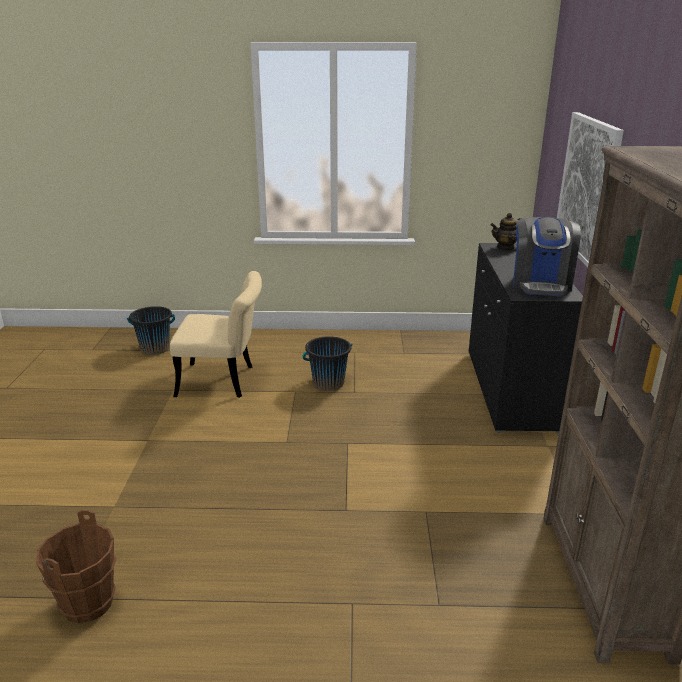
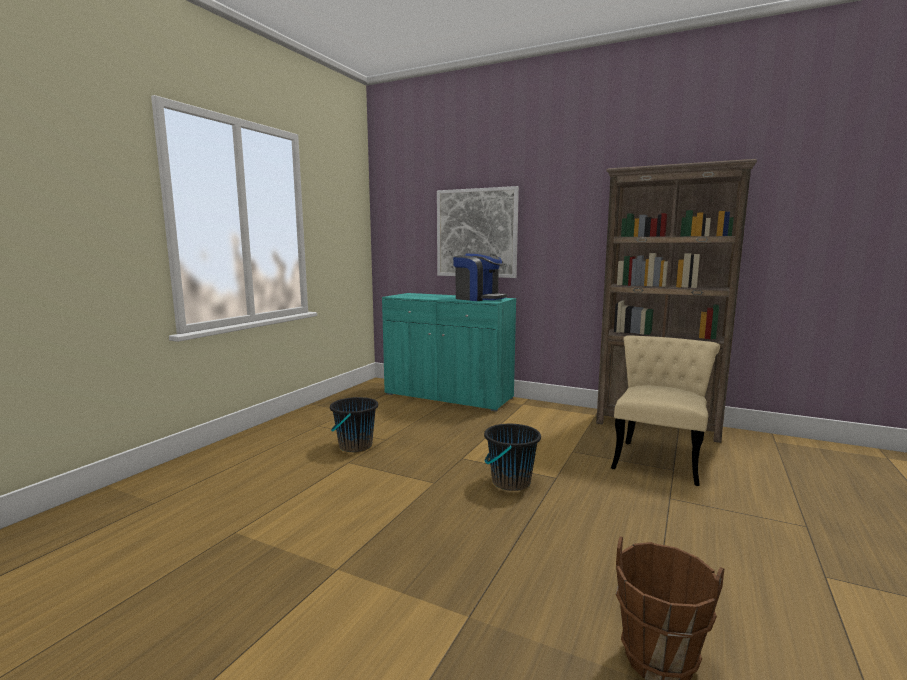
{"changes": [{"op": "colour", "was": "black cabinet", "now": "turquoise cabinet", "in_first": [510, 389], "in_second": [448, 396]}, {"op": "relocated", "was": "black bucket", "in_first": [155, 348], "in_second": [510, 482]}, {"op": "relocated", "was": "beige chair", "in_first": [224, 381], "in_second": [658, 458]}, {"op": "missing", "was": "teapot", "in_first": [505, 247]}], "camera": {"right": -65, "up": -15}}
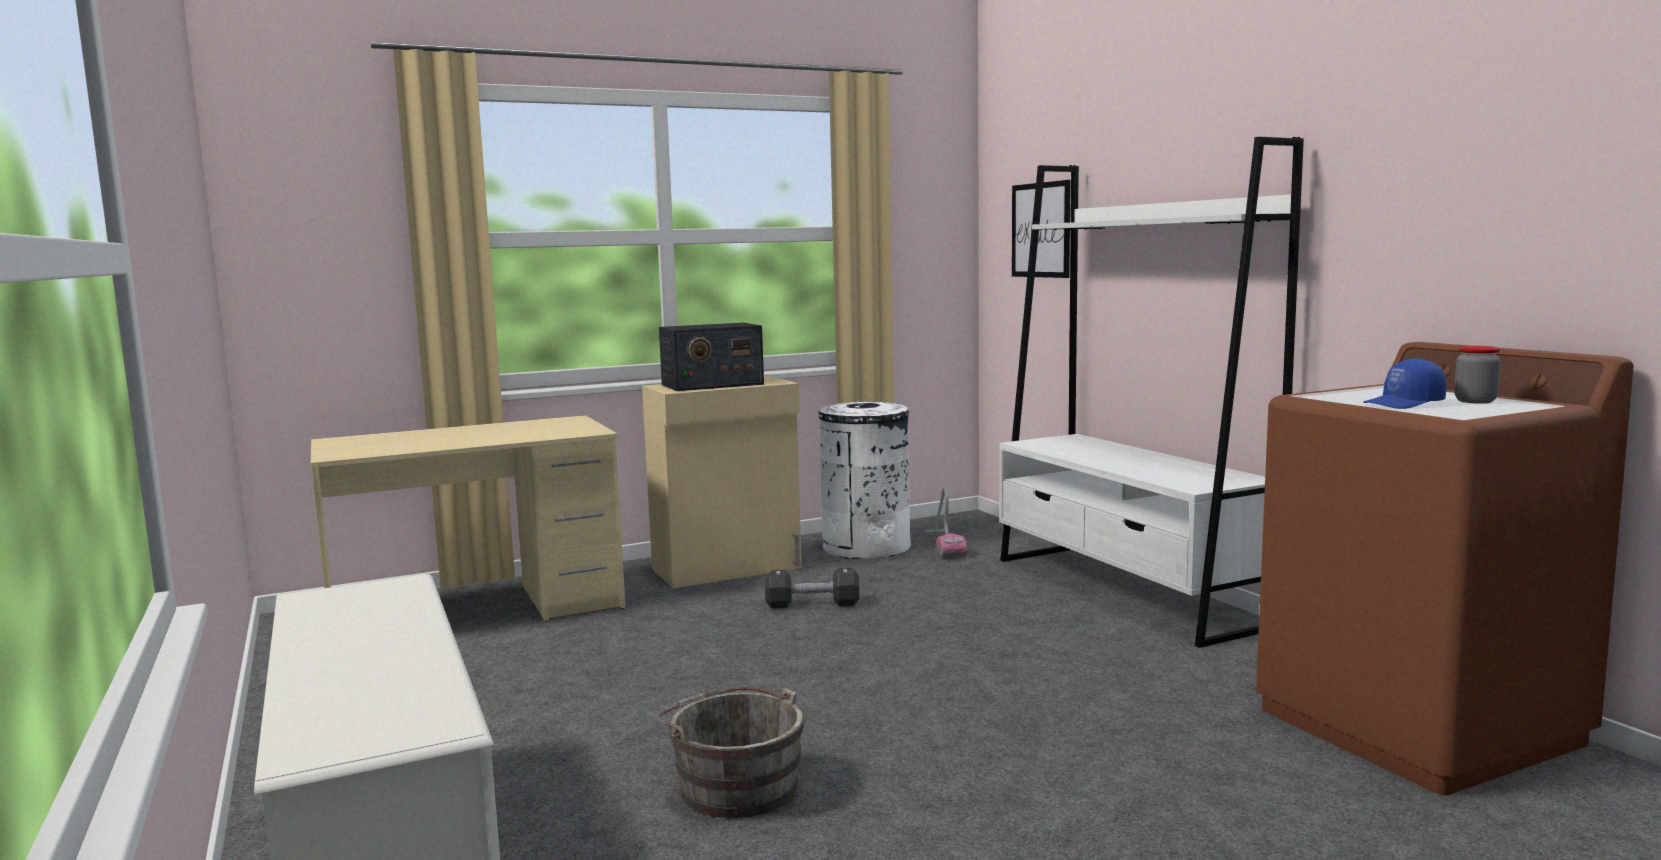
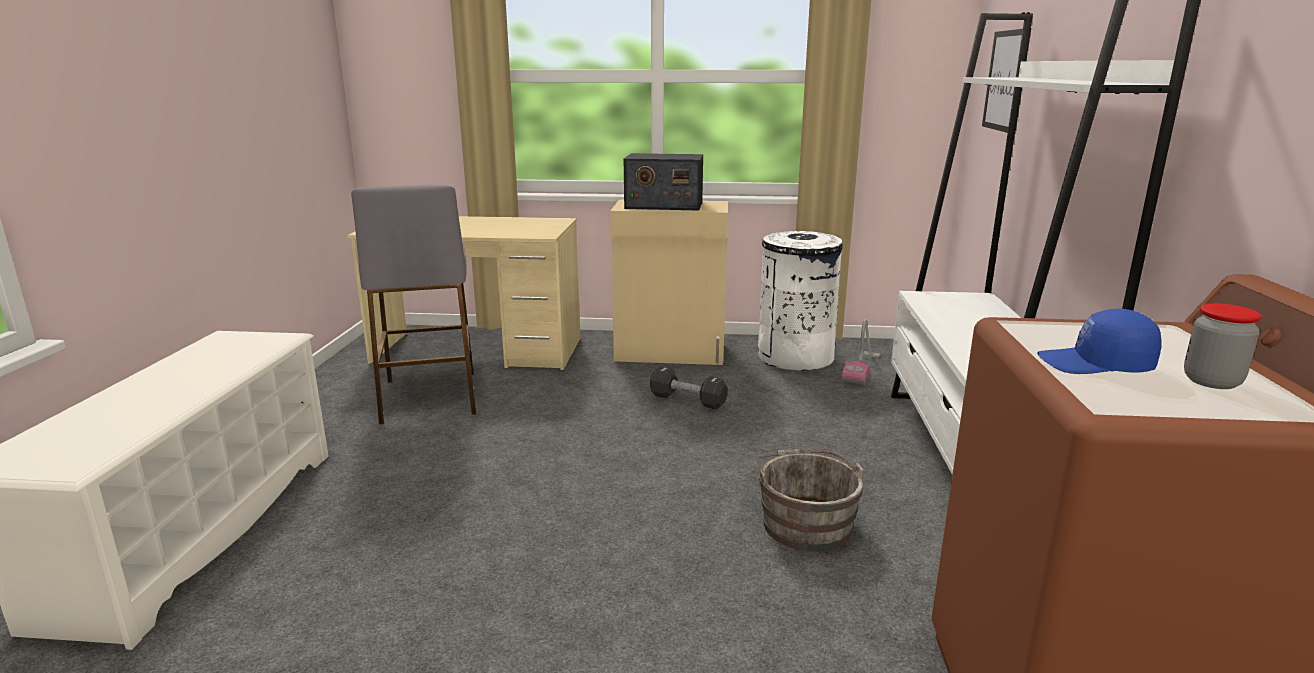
{"changes": [{"op": "appeared", "now": "grey stool", "in_second": [429, 397]}, {"op": "relocated", "was": "grey bucket", "in_first": [734, 785], "in_second": [805, 522]}], "camera": {"right": 30, "up": 10}}
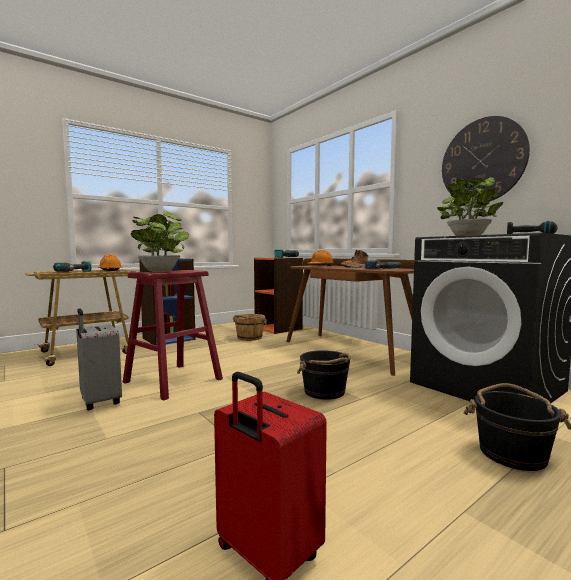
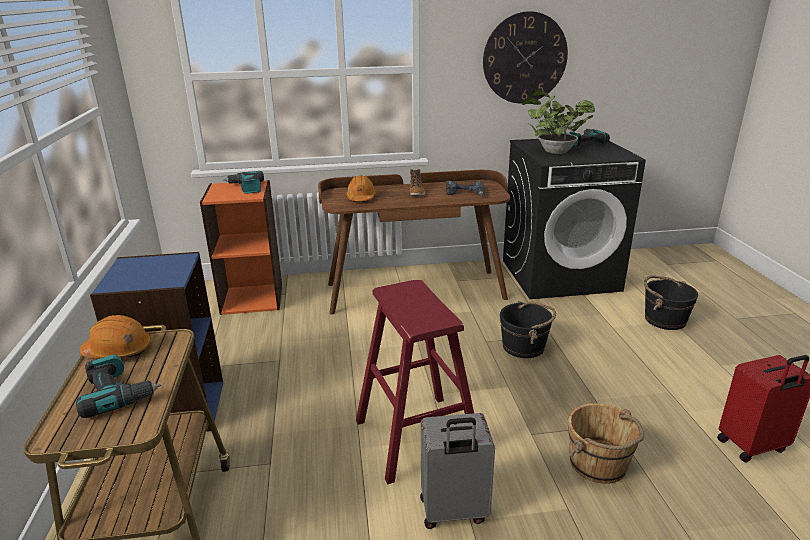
{"changes": [{"op": "relocated", "was": "brown bucket", "in_first": [249, 337], "in_second": [598, 464]}, {"op": "missing", "was": "potted plant", "in_first": [161, 271]}], "camera": {"right": -60, "up": 20}}
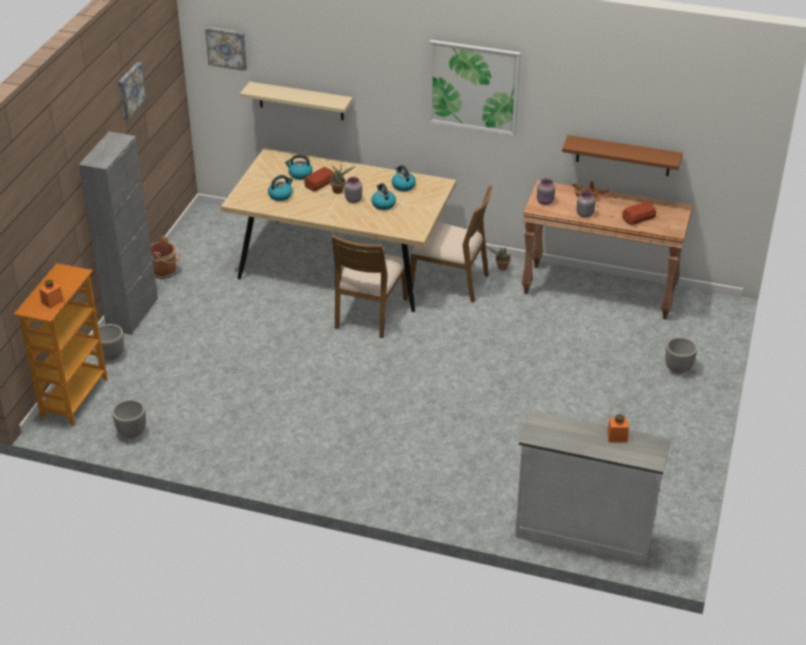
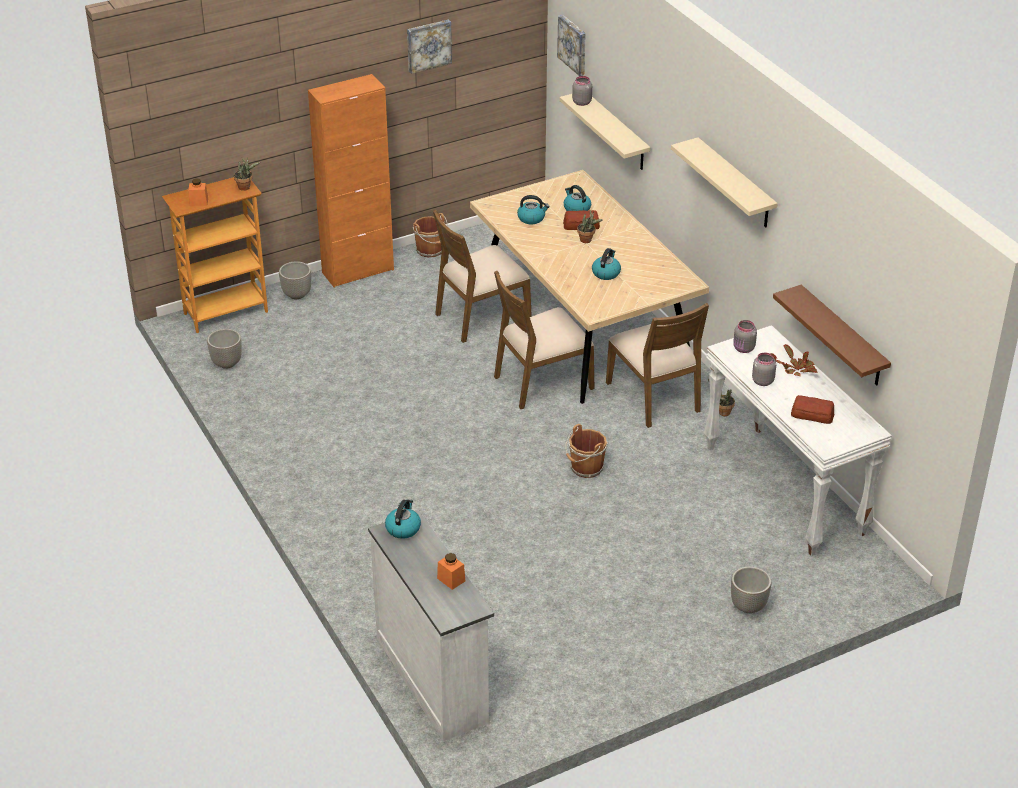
{"changes": [{"op": "appeared", "now": "potted plant", "in_second": [246, 187]}, {"op": "colour", "was": "grey cabinet", "now": "orange cabinet", "in_first": [132, 314], "in_second": [358, 271]}, {"op": "relocated", "was": "kettle", "in_first": [403, 186], "in_second": [403, 528]}, {"op": "appeared", "now": "brown chair", "in_second": [481, 316]}, {"op": "appeared", "now": "brown bucket", "in_second": [585, 468]}, {"op": "relocated", "was": "grey jar", "in_first": [353, 199], "in_second": [581, 102]}, {"op": "exchanged", "was": "picture", "now": "beige shelf", "in_first": [473, 87], "in_second": [735, 184]}, {"op": "colour", "was": "brown console table", "now": "white console table", "in_first": [599, 291], "in_second": [785, 490]}], "camera": {"right": 45, "up": 0}}
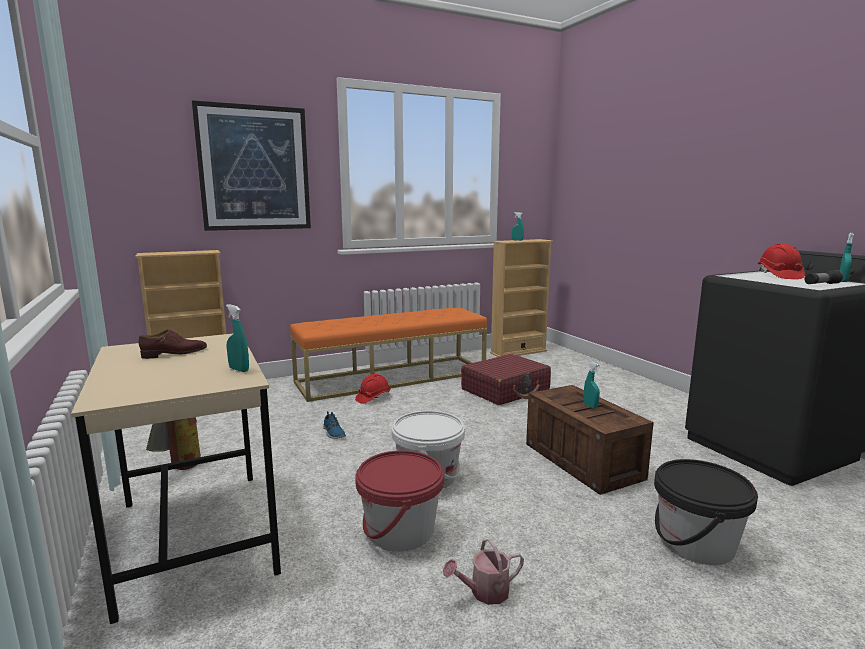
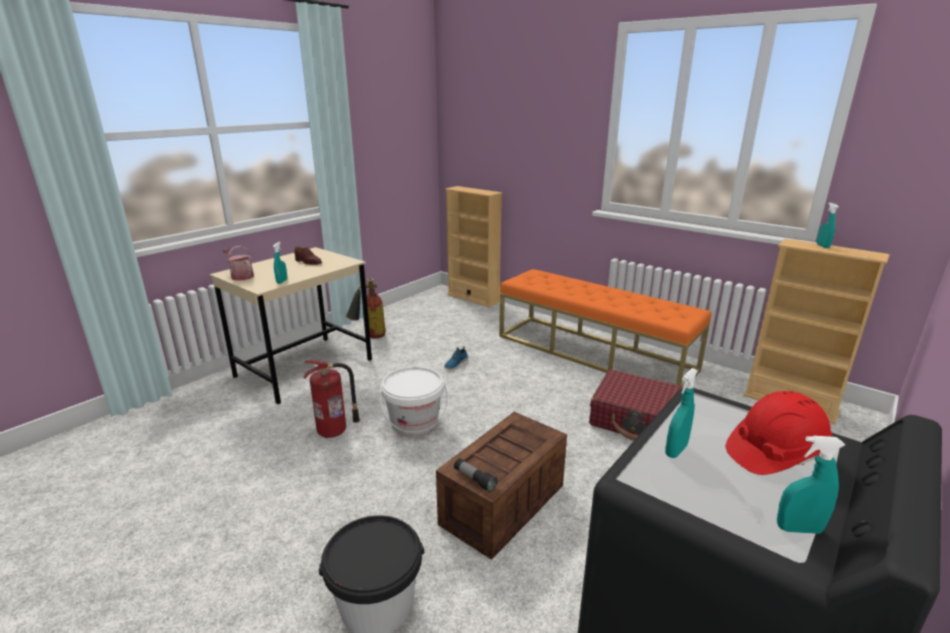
{"changes": [{"op": "relocated", "was": "watering can", "in_first": [484, 592], "in_second": [241, 276]}, {"op": "exchanged", "was": "red bucket", "now": "fire extinguisher", "in_first": [400, 531], "in_second": [334, 431]}, {"op": "relocated", "was": "flashlight", "in_first": [821, 284], "in_second": [474, 479]}, {"op": "relocated", "was": "turquoise spray bottle", "in_first": [590, 406], "in_second": [676, 450]}, {"op": "missing", "was": "picture", "in_first": [254, 168]}, {"op": "missing", "was": "red hard hat", "in_first": [373, 398]}], "camera": {"right": 65, "up": 10}}
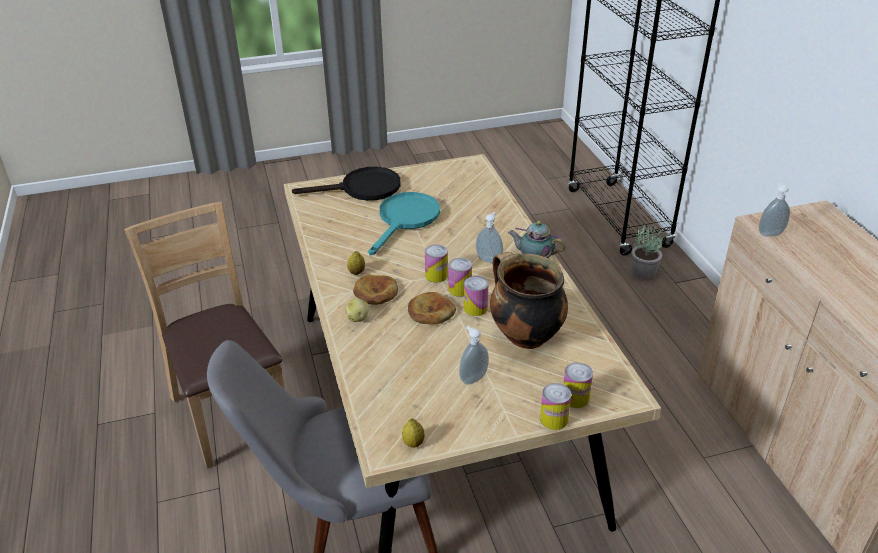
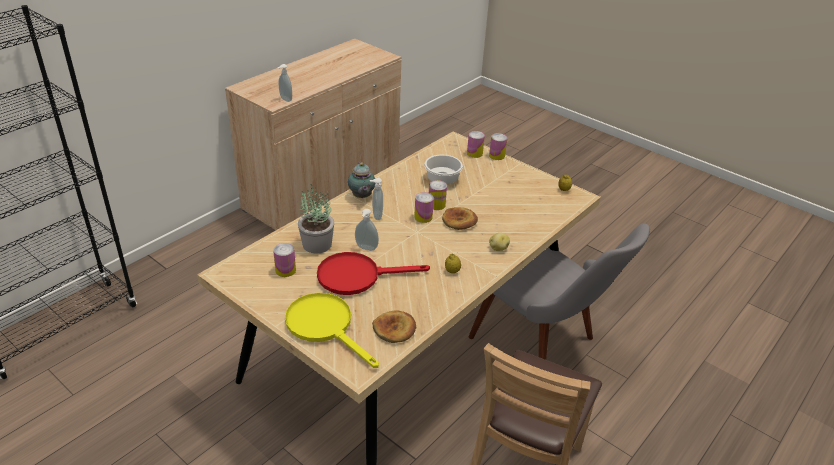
{"changes": [{"op": "relocated", "was": "can", "in_first": [436, 275], "in_second": [285, 270]}, {"op": "colour", "was": "black frying pan", "now": "yellow frying pan", "in_first": [362, 189], "in_second": [325, 326]}, {"op": "relocated", "was": "potted plant", "in_first": [643, 271], "in_second": [316, 244]}, {"op": "colour", "was": "turquoise frying pan", "now": "red frying pan", "in_first": [405, 219], "in_second": [357, 276]}, {"op": "relocated", "was": "soap dispenser", "in_first": [472, 378], "in_second": [366, 248]}, {"op": "relocated", "was": "bread", "in_first": [376, 292], "in_second": [394, 329]}, {"op": "exchanged", "was": "cooking pot", "now": "white bowl", "in_first": [524, 336], "in_second": [443, 180]}], "camera": {"right": -125, "up": 0}}
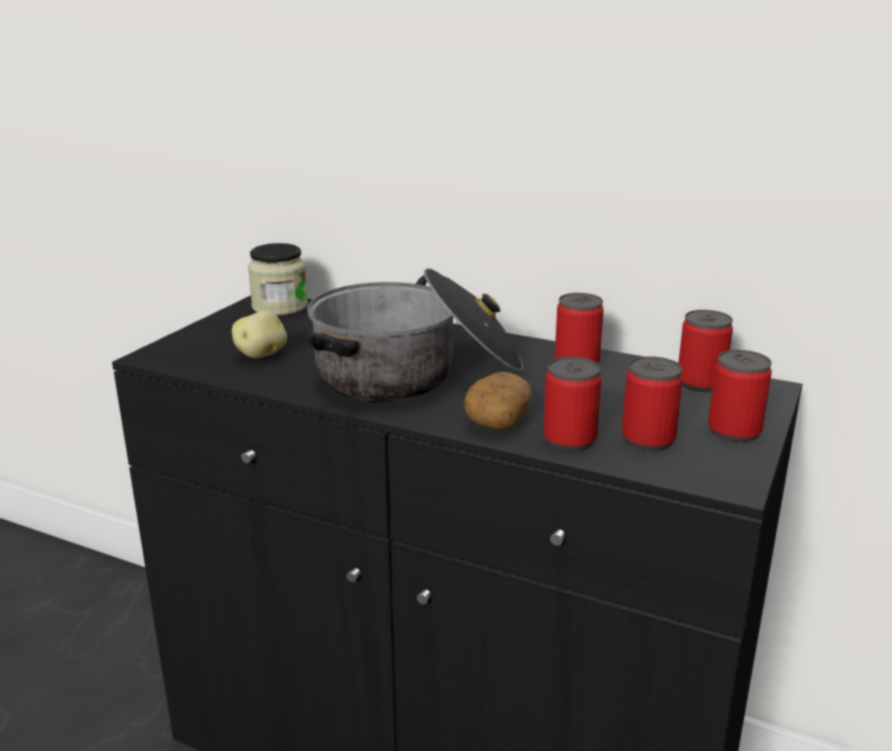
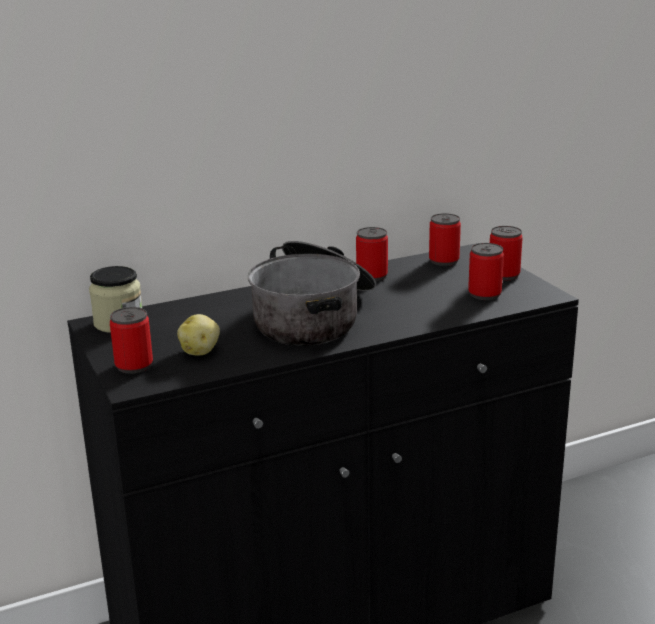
{"changes": [{"op": "relocated", "was": "can", "in_first": [569, 440], "in_second": [134, 365]}, {"op": "missing", "was": "potato", "in_first": [497, 420]}], "camera": {"right": -50, "up": 0}}
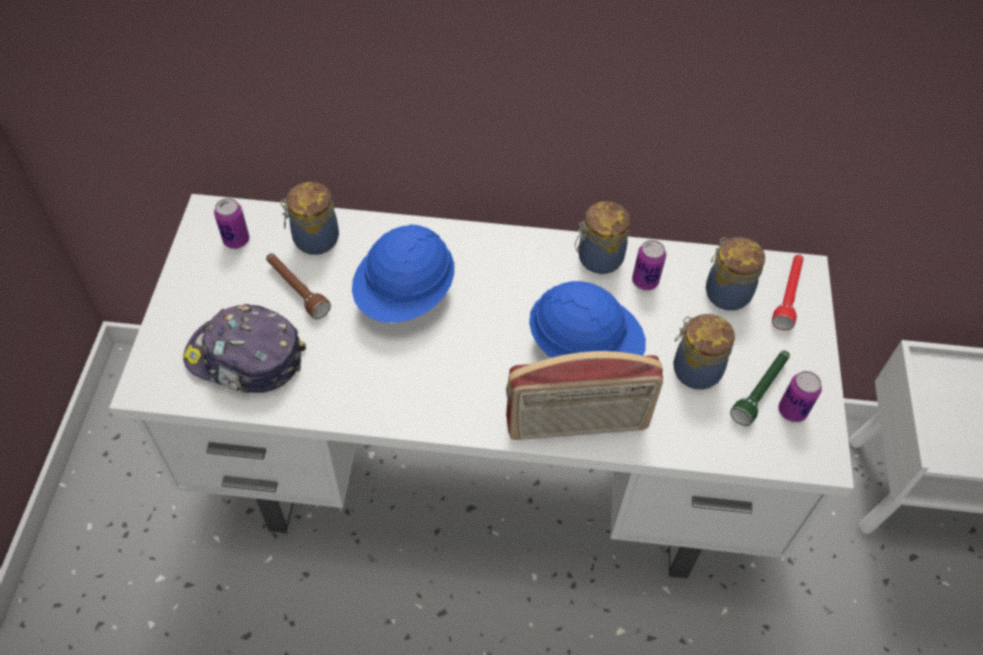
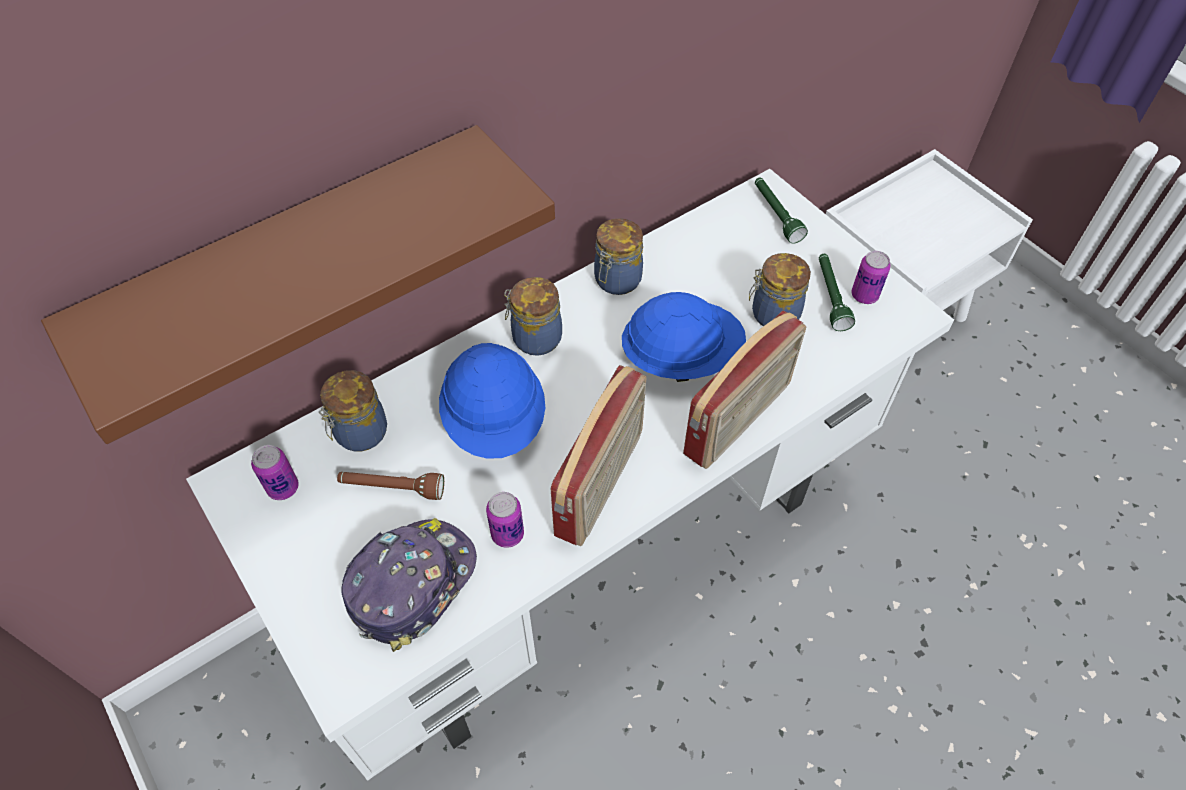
{"changes": [{"op": "appeared", "now": "brown shelf", "in_second": [295, 262]}, {"op": "spun", "was": "cap", "in_first": [245, 358], "in_second": [411, 584], "clockwise": 150}, {"op": "relocated", "was": "can", "in_first": [645, 281], "in_second": [507, 534]}, {"op": "relocated", "was": "jar", "in_first": [725, 292], "in_second": [534, 338]}, {"op": "appeared", "now": "radio", "in_second": [601, 483]}, {"op": "colour", "was": "red flashlight", "now": "green flashlight", "in_first": [788, 296], "in_second": [776, 215]}], "camera": {"right": -40, "up": 0}}
